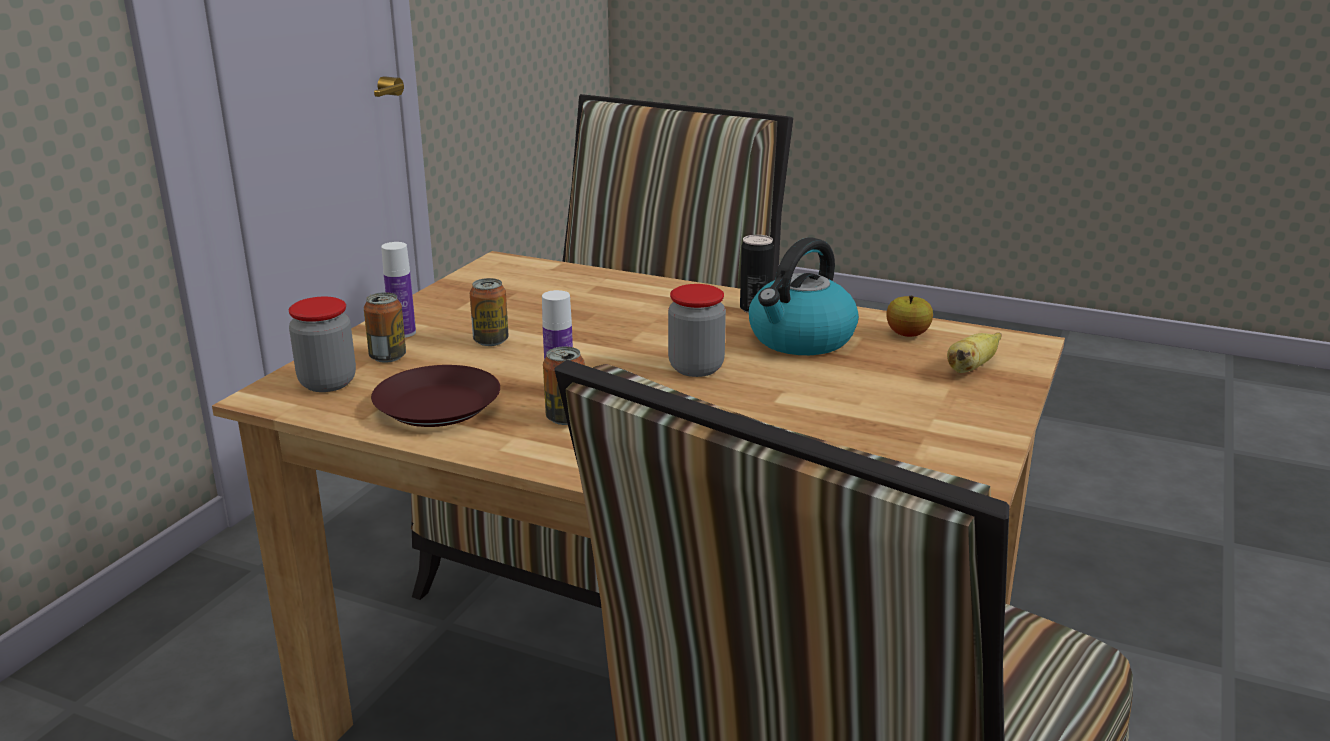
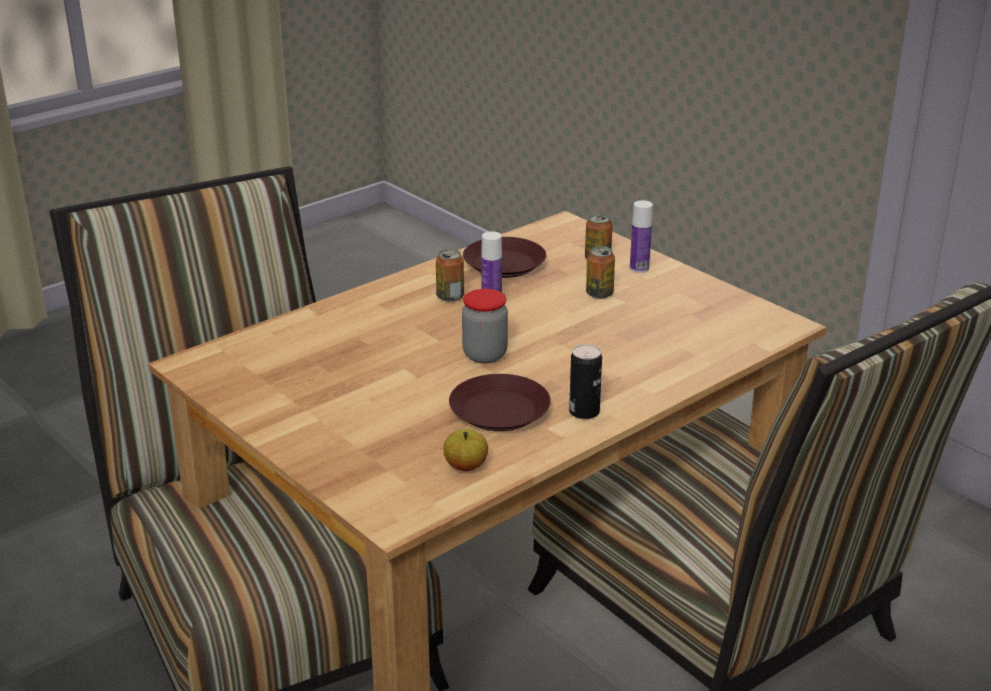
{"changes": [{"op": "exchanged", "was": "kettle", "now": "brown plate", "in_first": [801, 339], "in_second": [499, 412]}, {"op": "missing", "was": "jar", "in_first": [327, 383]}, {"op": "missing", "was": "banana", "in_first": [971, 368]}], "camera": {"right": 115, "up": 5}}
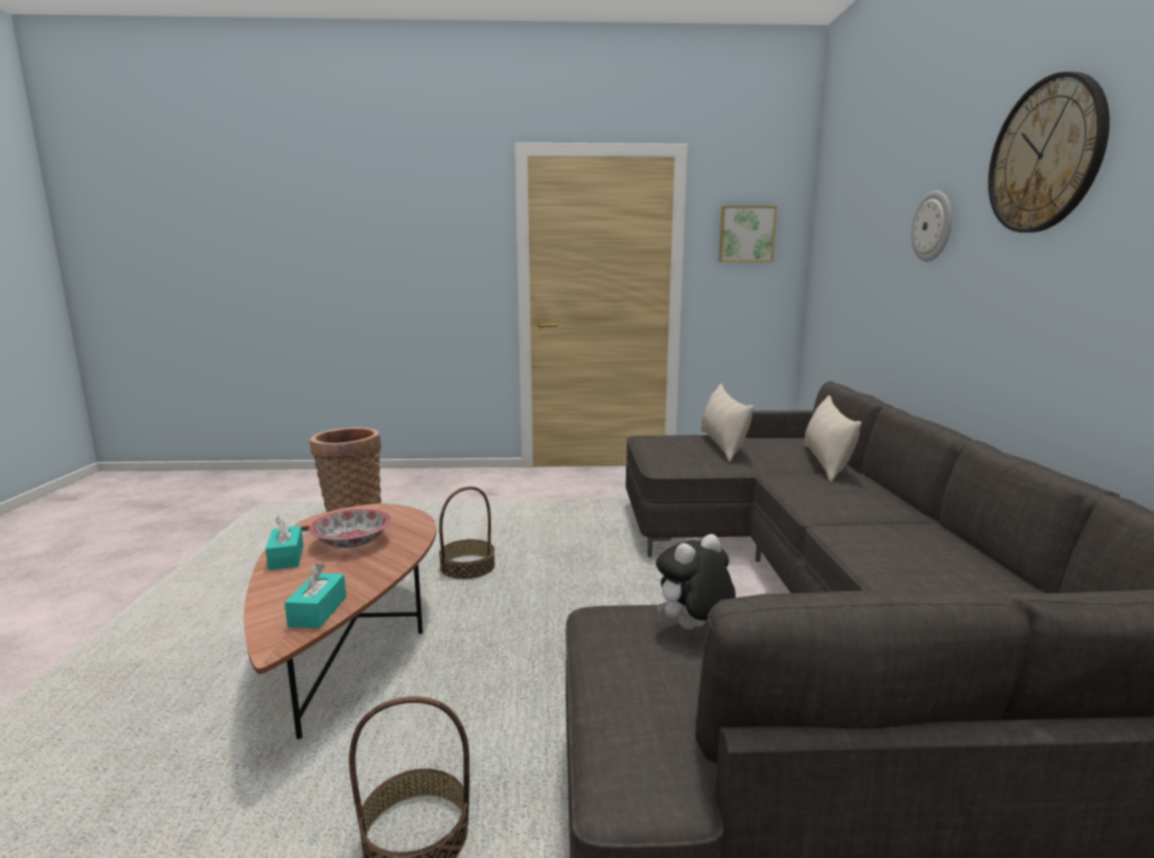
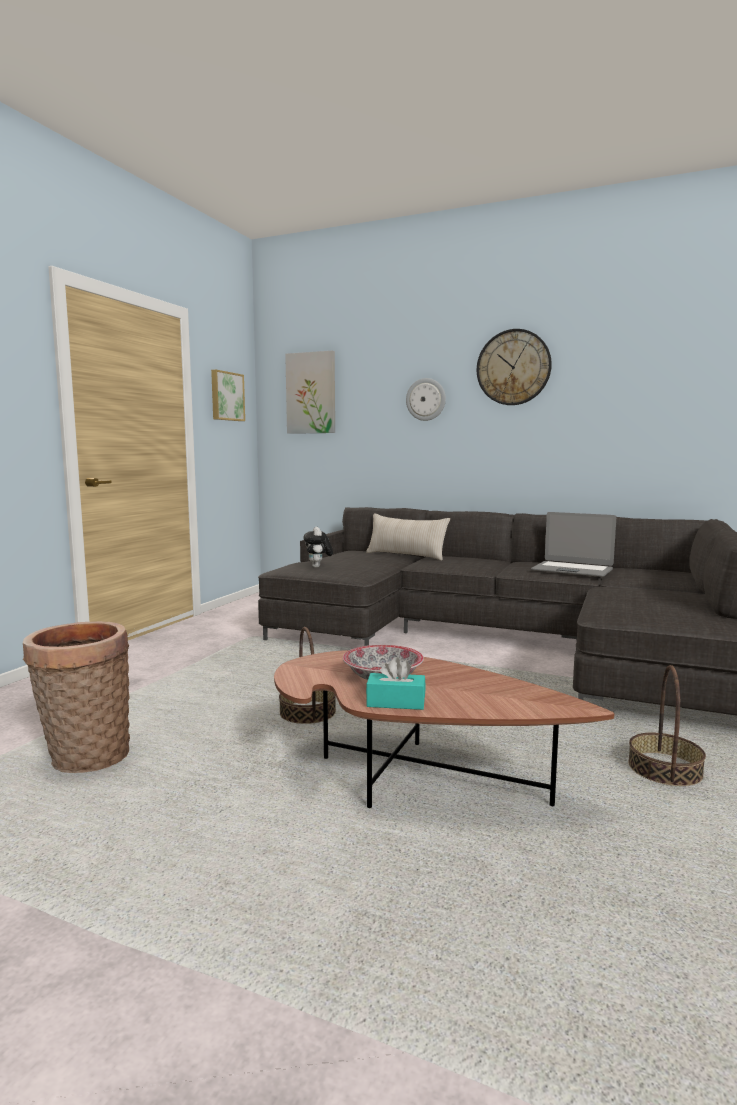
{"changes": [{"op": "appeared", "now": "picture", "in_second": [311, 393]}, {"op": "relocated", "was": "plush toy", "in_first": [693, 629], "in_second": [318, 567]}, {"op": "appeared", "now": "laptop", "in_second": [572, 570]}, {"op": "missing", "was": "turquoise tissue box", "in_first": [318, 611]}, {"op": "missing", "was": "beige pillow", "in_first": [722, 445]}], "camera": {"right": -65, "up": -5}}
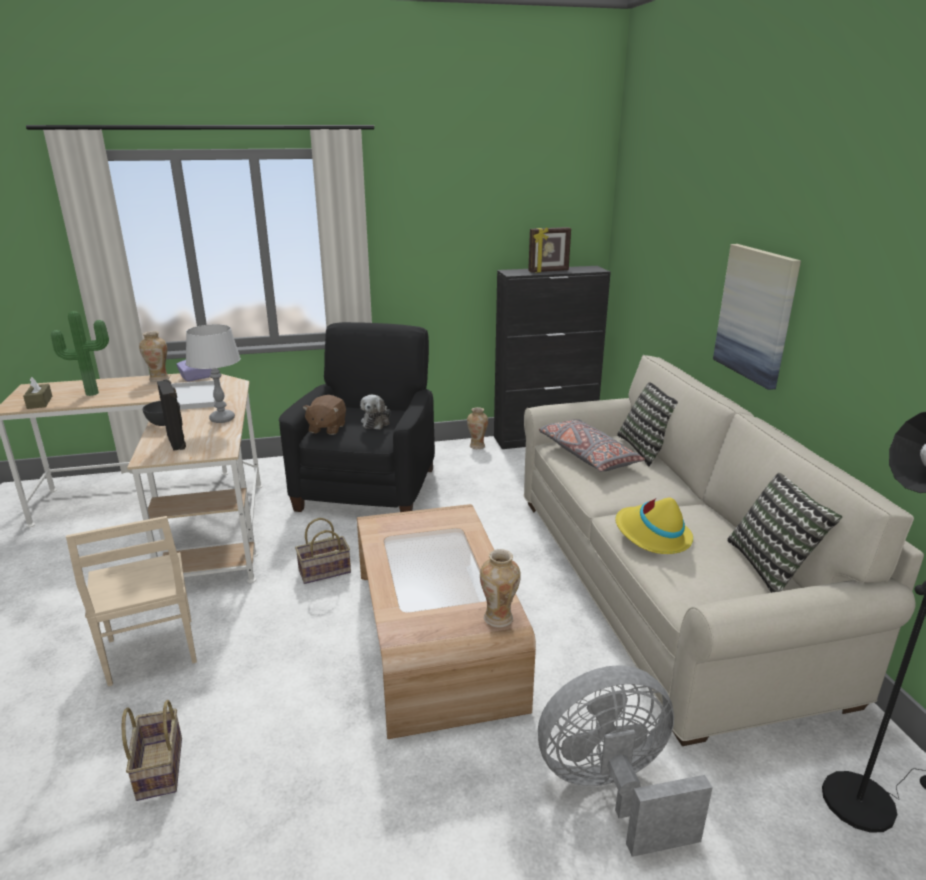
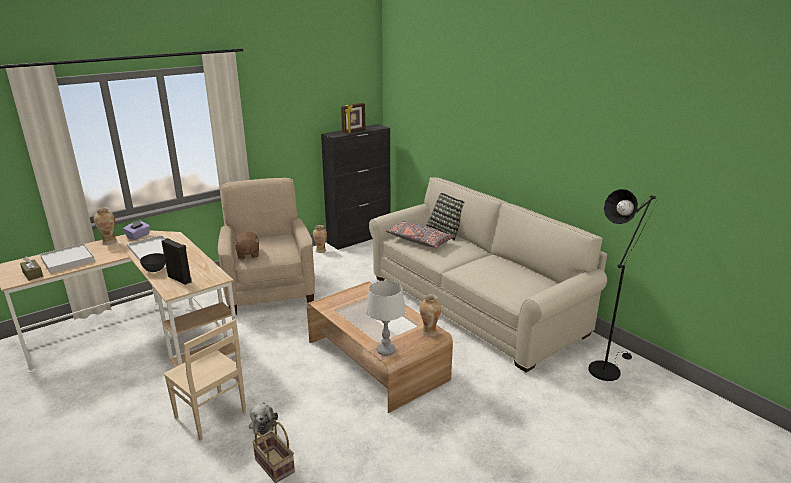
{"changes": [{"op": "exchanged", "was": "potted plant", "now": "white tray", "in_first": [92, 393], "in_second": [68, 260]}, {"op": "colour", "was": "black armchair", "now": "beige armchair", "in_first": [368, 488], "in_second": [269, 290]}, {"op": "relocated", "was": "plush toy", "in_first": [376, 422], "in_second": [263, 423]}, {"op": "relocated", "was": "grey table lamp", "in_first": [222, 419], "in_second": [386, 350]}, {"op": "missing", "was": "basket", "in_first": [323, 572]}, {"op": "missing", "was": "grey fan", "in_first": [612, 791]}, {"op": "missing", "was": "yellow hat", "in_first": [652, 536]}, {"op": "missing", "was": "picture", "in_first": [756, 314]}, {"op": "missing", "was": "pillow", "in_first": [772, 566]}], "camera": {"right": -25, "up": 0}}
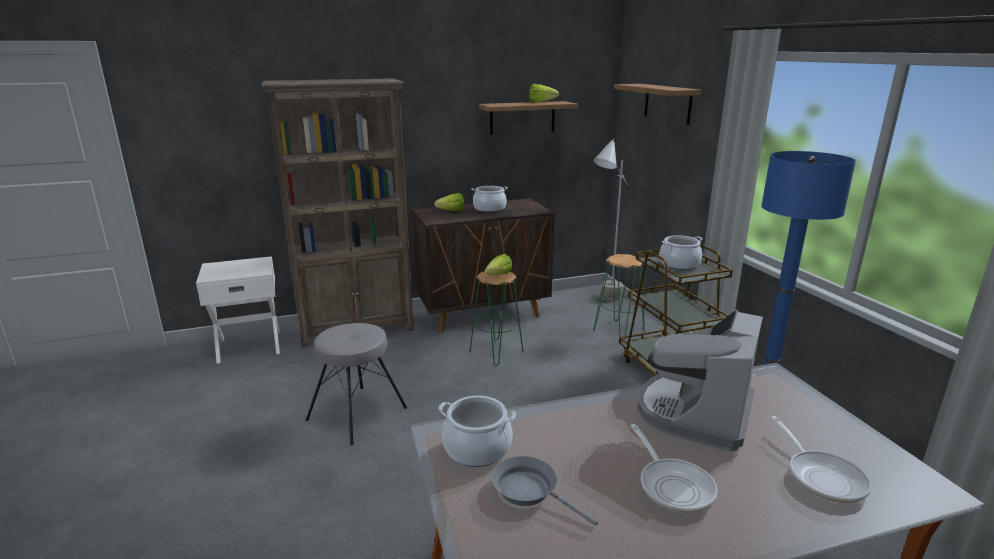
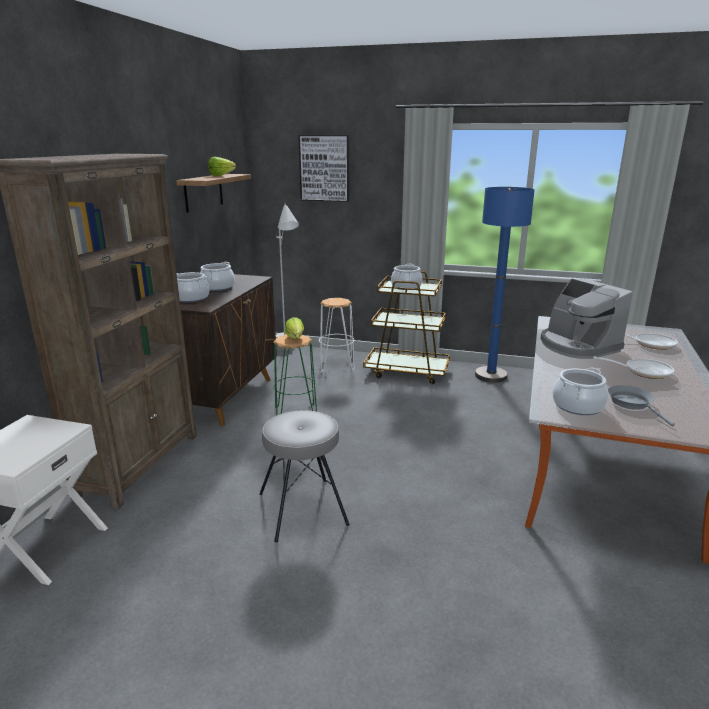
{"changes": [{"op": "exchanged", "was": "lettuce", "now": "cooking pot", "in_first": [449, 211], "in_second": [191, 298]}, {"op": "exchanged", "was": "shelf", "now": "picture", "in_first": [667, 103], "in_second": [324, 168]}, {"op": "colour", "was": "green stool", "now": "white stool", "in_first": [619, 331], "in_second": [336, 364]}, {"op": "spun", "was": "grey frying pan", "in_first": [529, 491], "in_second": [632, 404], "clockwise": 90}], "camera": {"right": -55, "up": 0}}
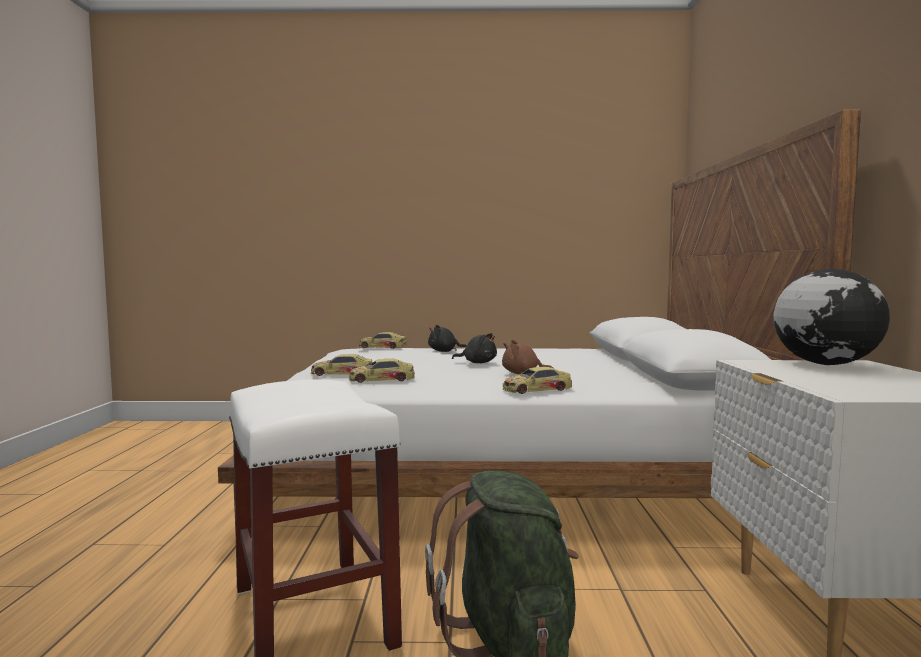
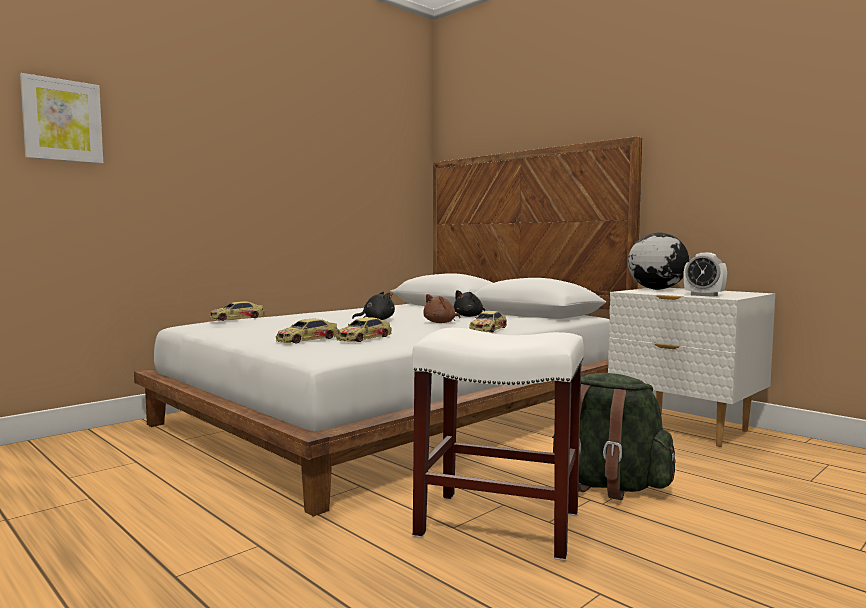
{"changes": [{"op": "appeared", "now": "picture", "in_second": [62, 120]}, {"op": "relocated", "was": "black plush toy", "in_first": [444, 351], "in_second": [469, 316]}, {"op": "appeared", "now": "alarm clock", "in_second": [704, 295]}], "camera": {"right": -45, "up": 0}}
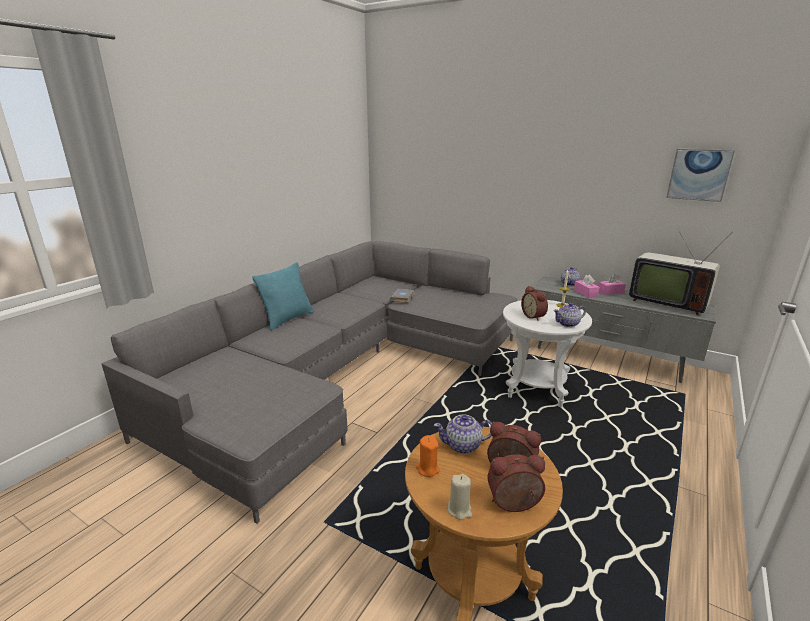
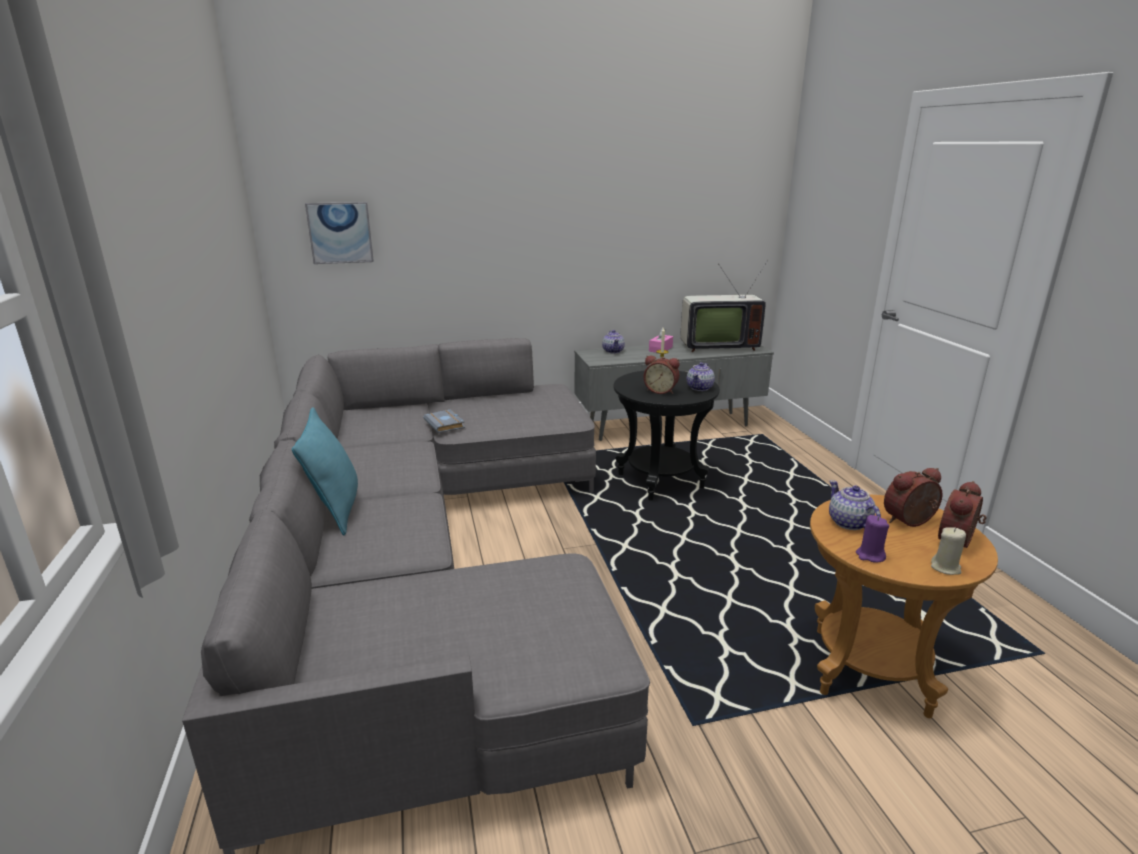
{"changes": [{"op": "relocated", "was": "picture", "in_first": [699, 174], "in_second": [340, 233]}, {"op": "colour", "was": "white side table", "now": "black side table", "in_first": [536, 389], "in_second": [660, 481]}, {"op": "spun", "was": "teapot", "in_first": [463, 445], "in_second": [849, 523], "clockwise": 120}, {"op": "colour", "was": "orange candle", "now": "purple candle", "in_first": [427, 469], "in_second": [870, 555]}, {"op": "missing", "was": "pink tissue box", "in_first": [585, 293]}], "camera": {"right": -45, "up": 0}}
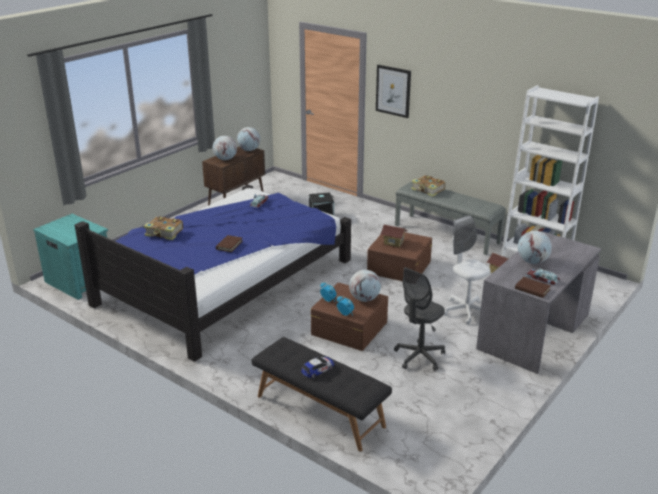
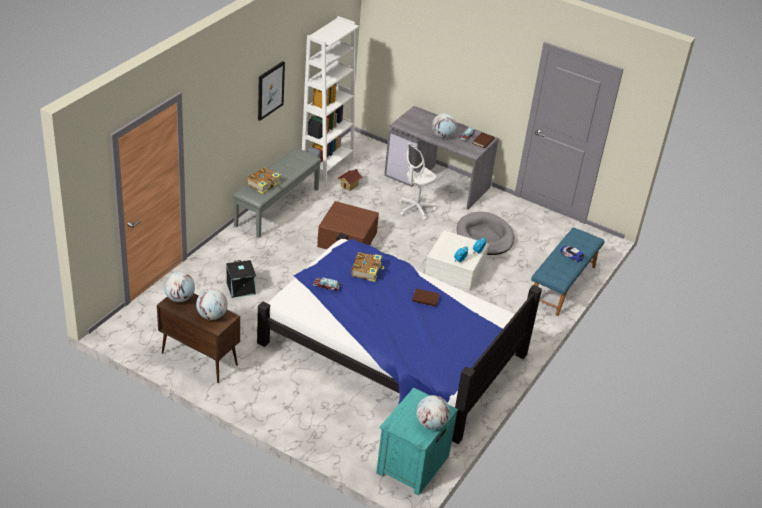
{"changes": [{"op": "relocated", "was": "picture", "in_first": [393, 91], "in_second": [270, 90]}, {"op": "relocated", "was": "book", "in_first": [164, 233], "in_second": [367, 270]}, {"op": "relocated", "was": "globe", "in_first": [364, 299], "in_second": [431, 424]}, {"op": "colour", "was": "brown storage box", "now": "white storage box", "in_first": [349, 328], "in_second": [454, 270]}, {"op": "exchanged", "was": "grey office chair", "now": "grey dog bed", "in_first": [419, 357], "in_second": [485, 236]}, {"op": "colour", "was": "black bench", "now": "blue bench", "in_first": [319, 411], "in_second": [563, 285]}, {"op": "missing", "was": "toy house", "in_first": [393, 243]}], "camera": {"right": -100, "up": 10}}
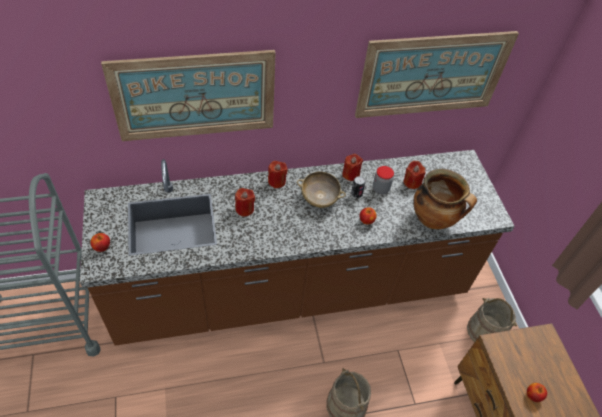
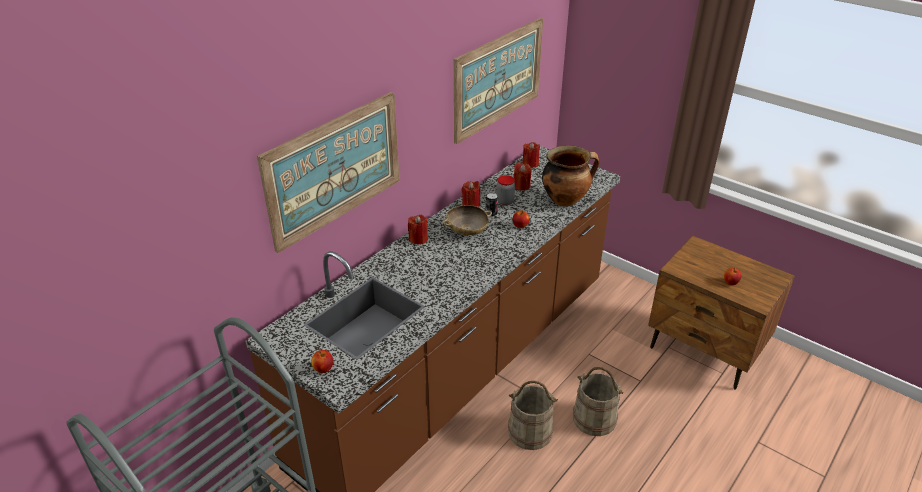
{"changes": [{"op": "relocated", "was": "beige bucket", "in_first": [485, 331], "in_second": [530, 431]}, {"op": "relocated", "was": "red candle", "in_first": [244, 209], "in_second": [530, 163]}], "camera": {"right": -35, "up": -15}}
